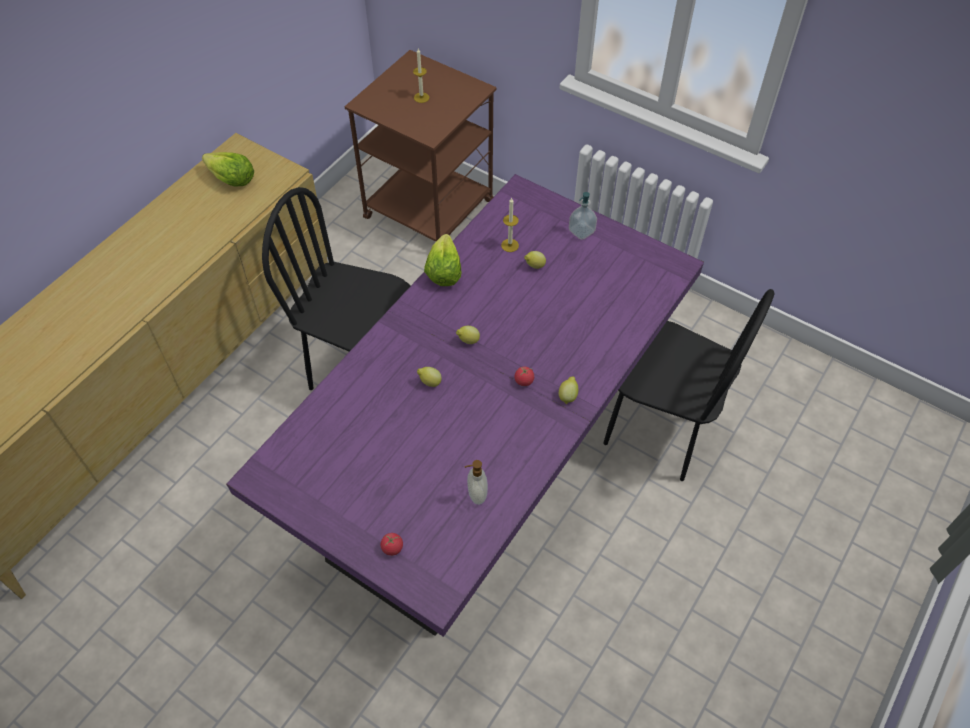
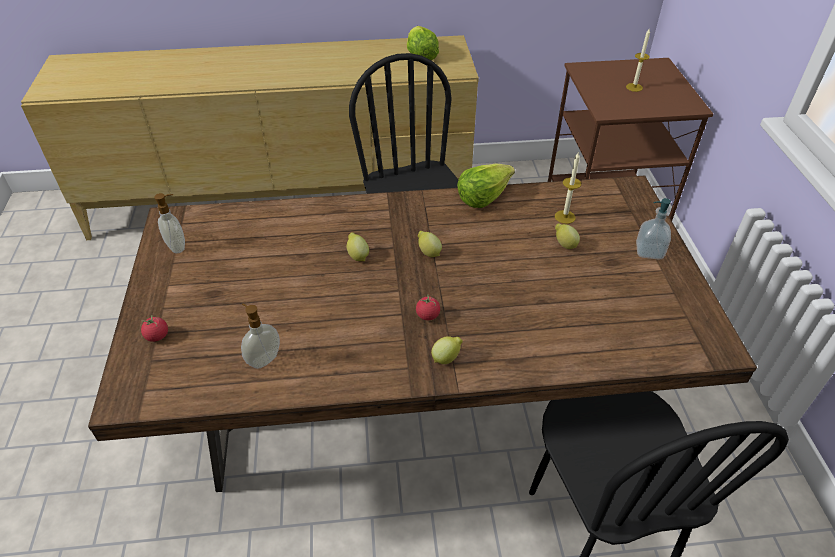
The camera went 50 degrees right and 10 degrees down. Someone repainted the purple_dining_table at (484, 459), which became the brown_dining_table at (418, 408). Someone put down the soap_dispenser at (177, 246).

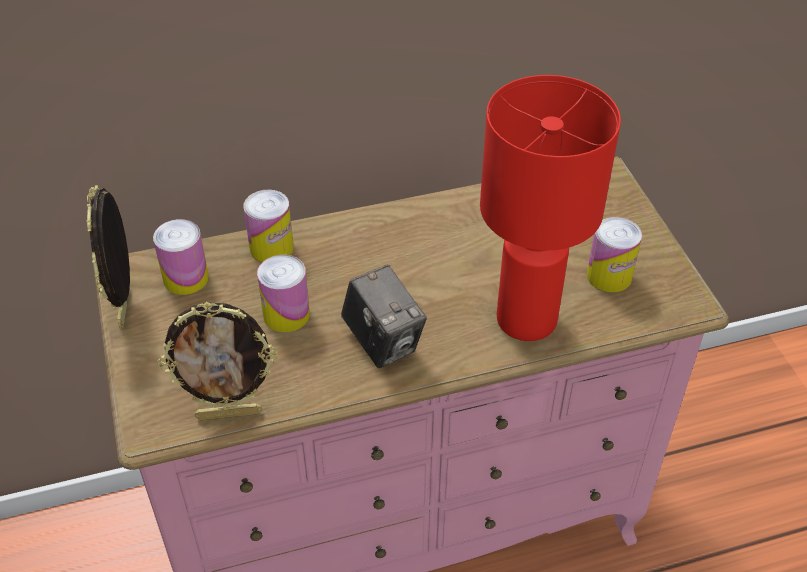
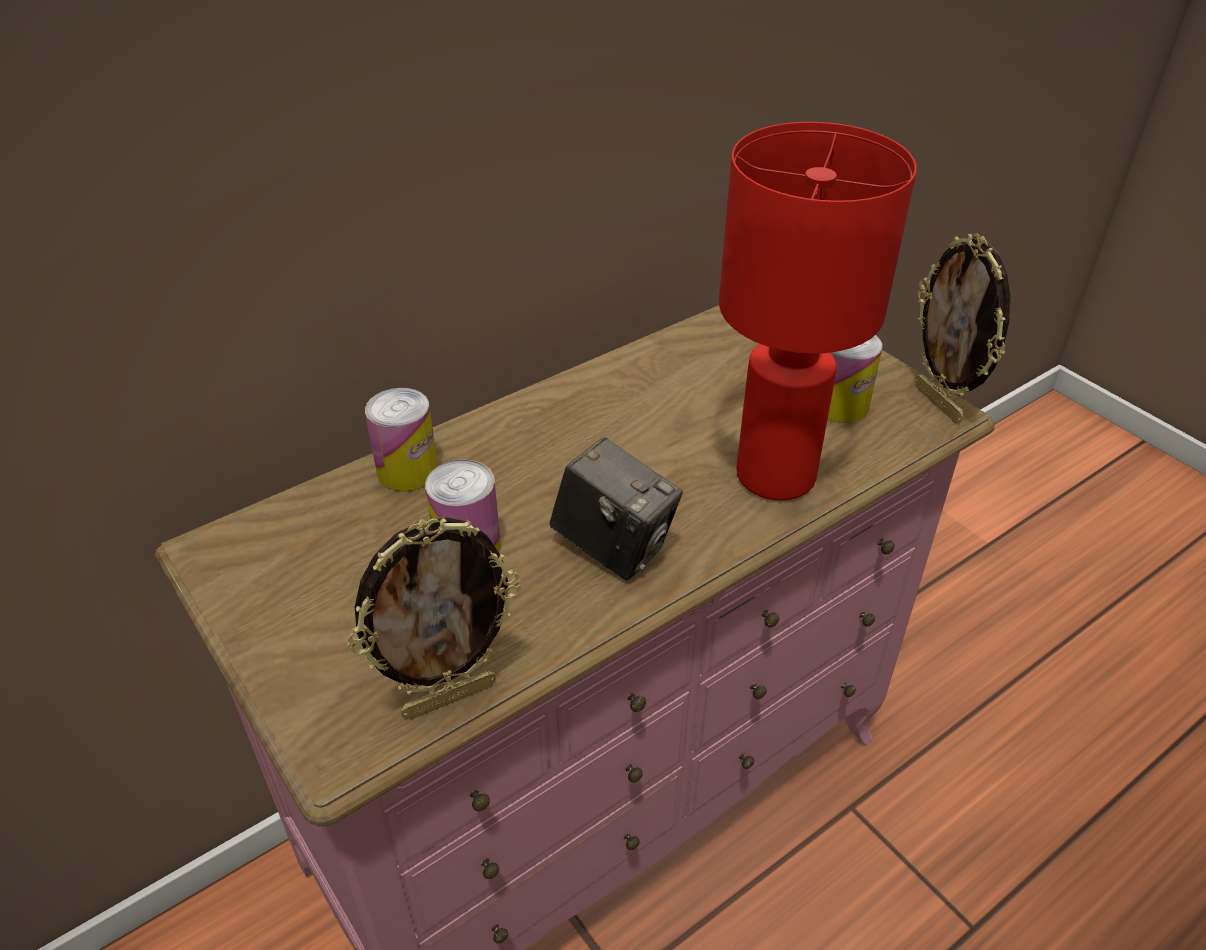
The camera went 20 degrees left and 5 degrees down. Someone carried the picture_frame from (127, 308) to (939, 403). Someone took away the can at (186, 278).

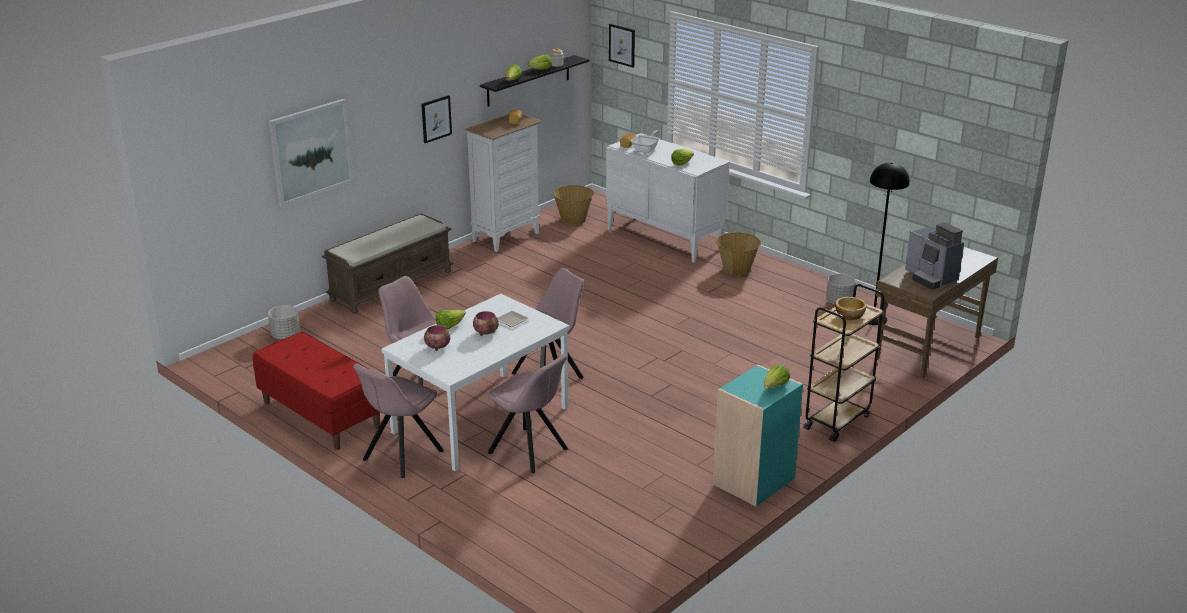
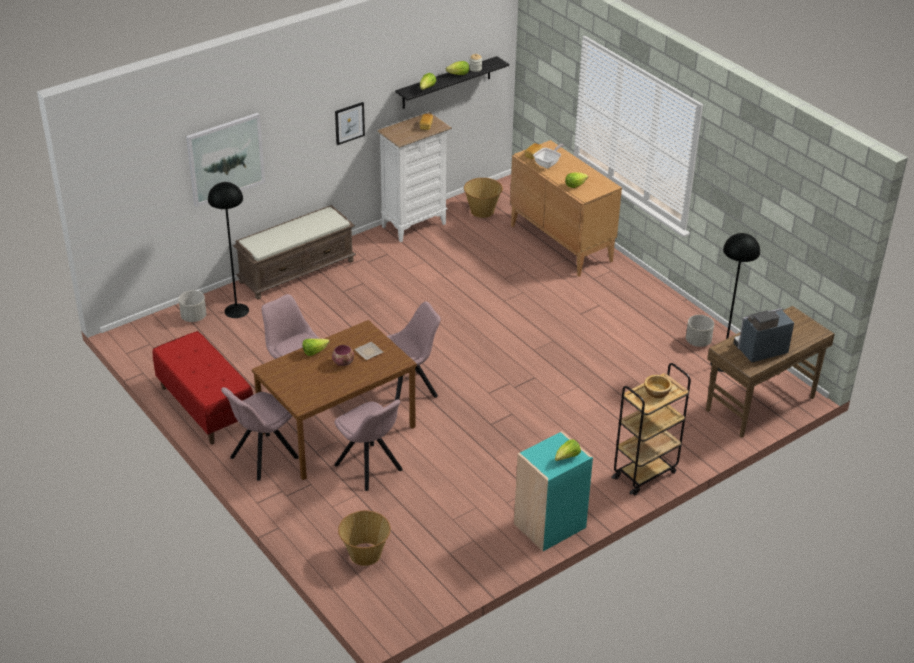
The camera went 10 degrees right and 10 degrees up. Someone put down the black_floor_lamp at (236, 310). Someone repainted the white_dining_table at (480, 420), which became the brown_dining_table at (337, 430). Someone carried the basket from (736, 270) to (365, 554). Someone repainted the white_cabinet at (664, 238), which became the brown_cabinet at (561, 243). Someone rotated the coffee_machine at (930, 278) by 90 degrees clockwise. Someone took away the bowl at (438, 347). Someone took away the picture at (622, 45).

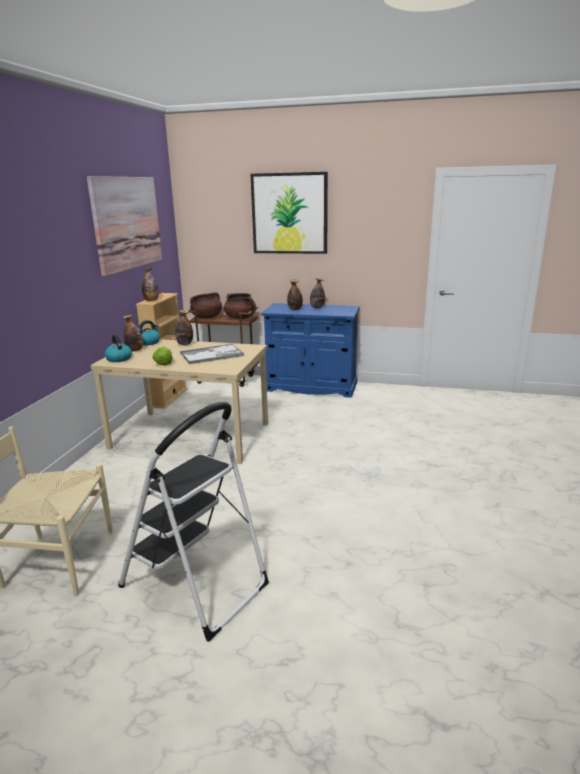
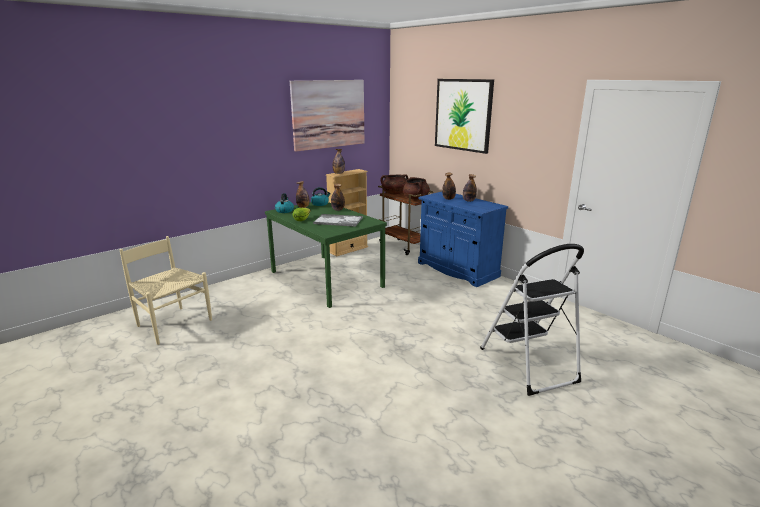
The camera went 35 degrees right and 0 degrees up. Someone repainted the beige_dining_table at (192, 435), which became the green_dining_table at (327, 279). Someone carried the step_ladder from (196, 587) to (528, 366).

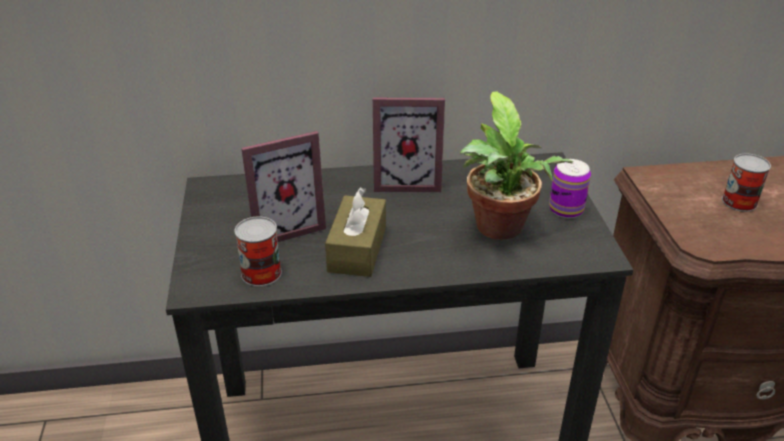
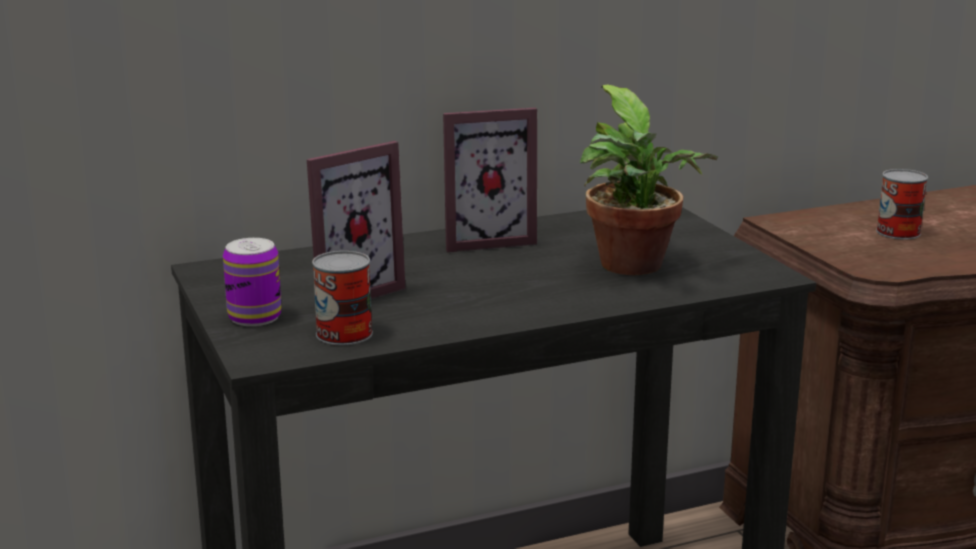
The camera went 15 degrees left and 15 degrees down. Someone carried the can from (566, 209) to (254, 317). Someone took away the brown_tissue_box at (357, 249).

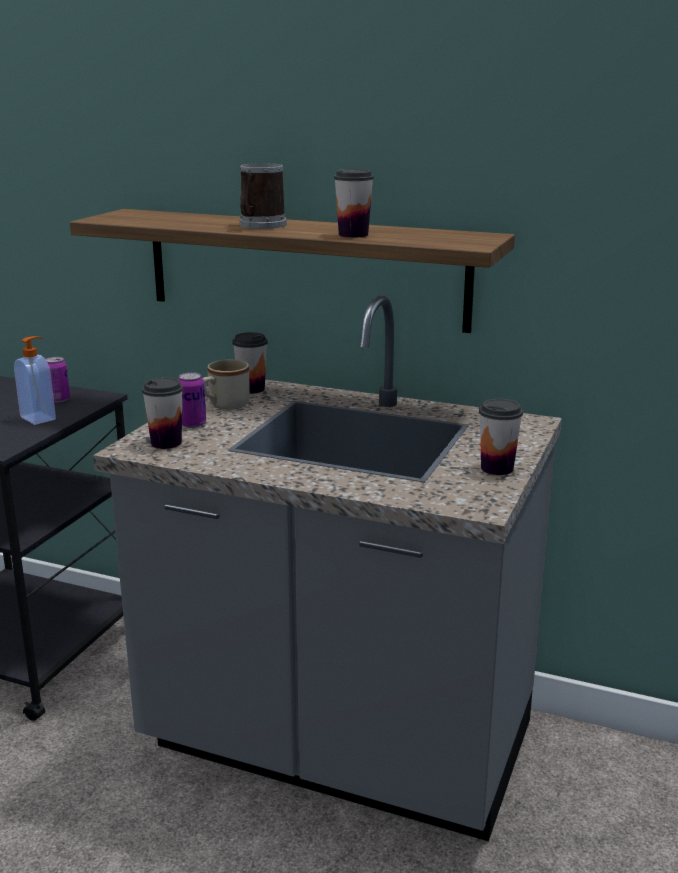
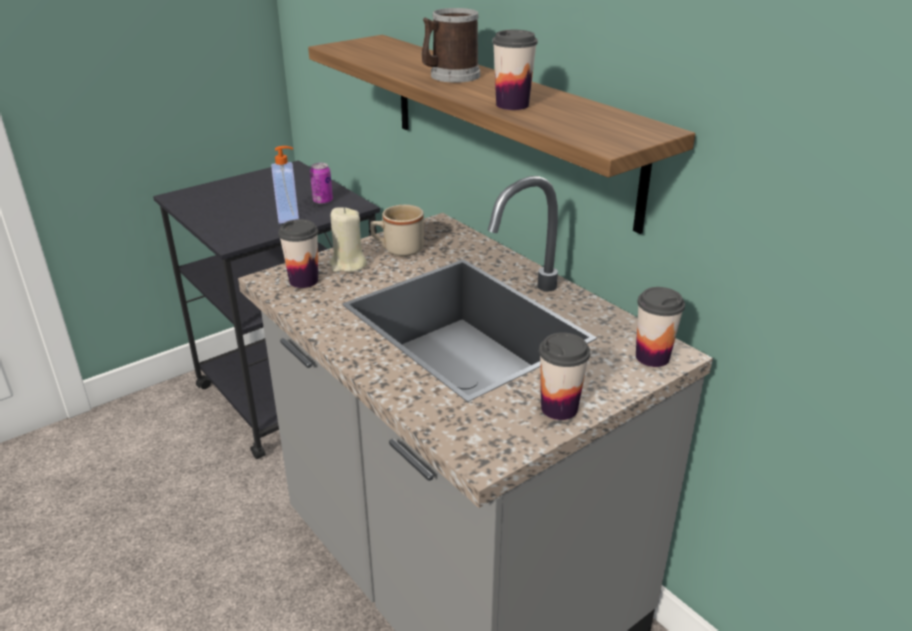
The camera went 30 degrees right and 10 degrees up. Someone swapped the can at (192, 424) for the beige_candle at (348, 265). Someone carried the cup from (251, 389) to (652, 357).

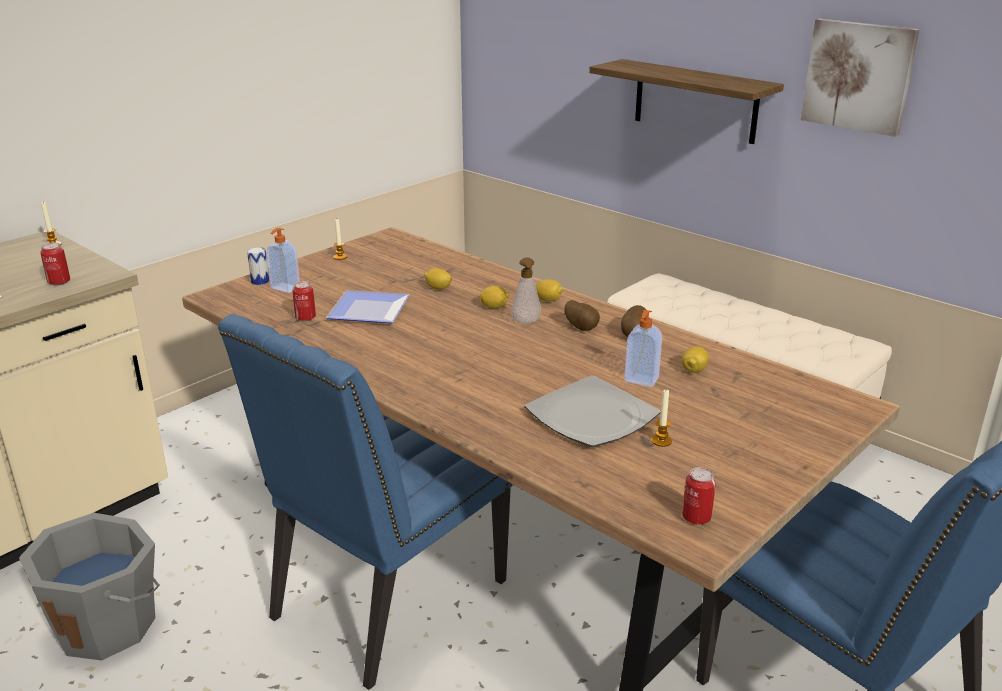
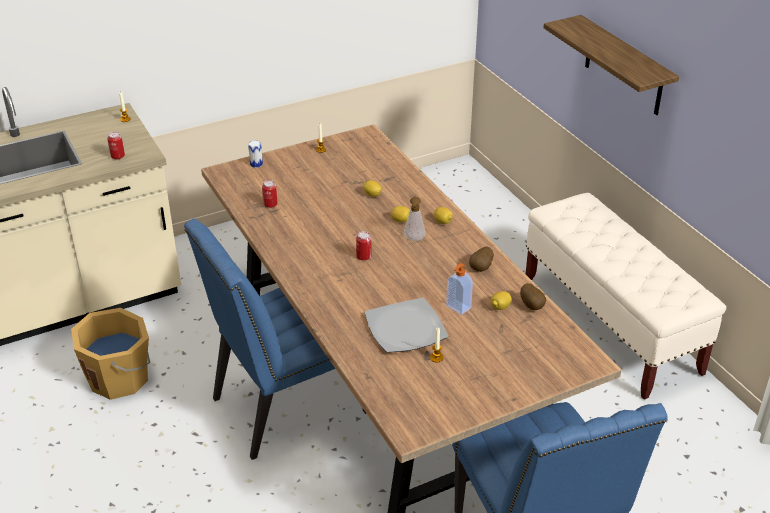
The camera went 20 degrees right and 10 degrees up. Someone repainted the grey_bucket at (108, 625), which became the orange_bucket at (120, 378). Someone carried the can from (696, 517) to (364, 257). Someone carried the potato from (582, 328) to (532, 306). Someone took away the soap_dispenser at (284, 288). Someone took away the plate at (367, 309). Someone took away the picture at (859, 76).

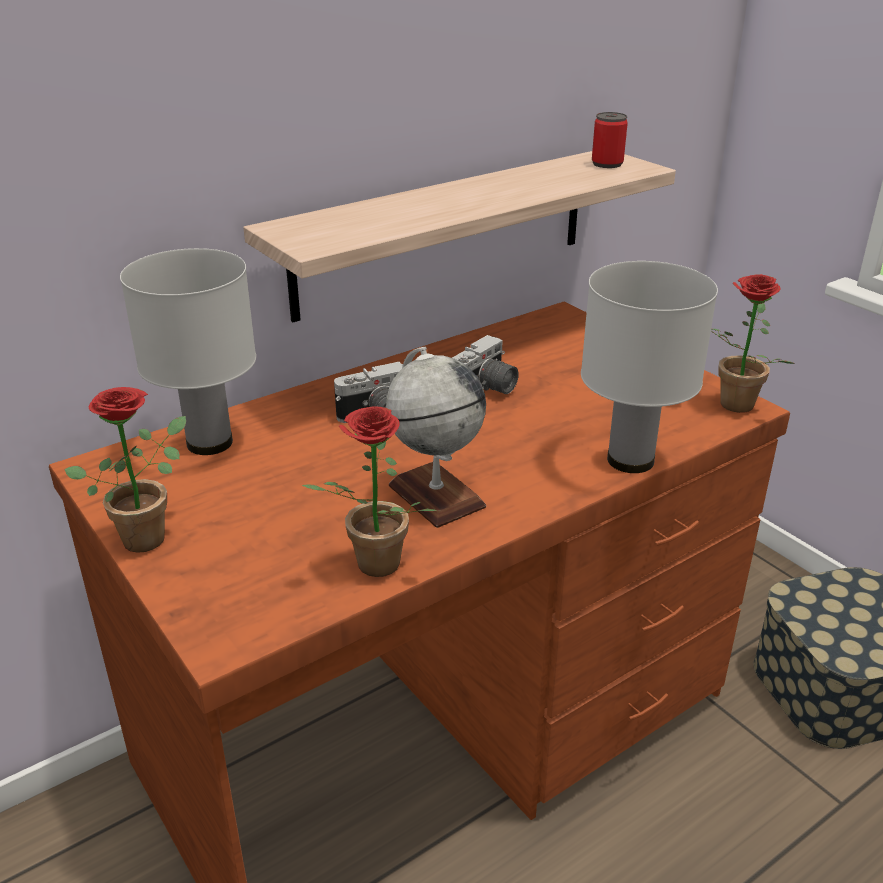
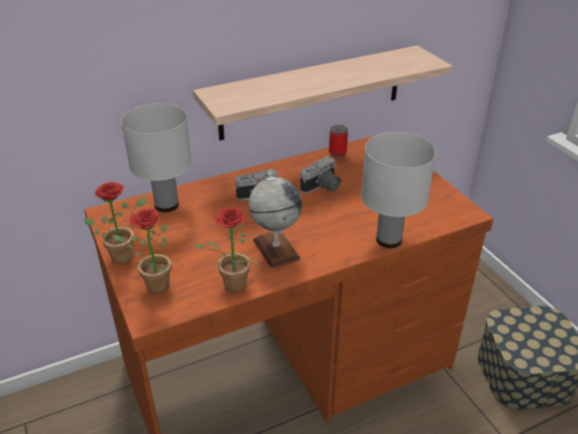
The camera went 10 degrees right and 5 degrees up. Someone carried the potted_plant from (730, 406) to (152, 287). Someone carried the can from (607, 164) to (337, 152).

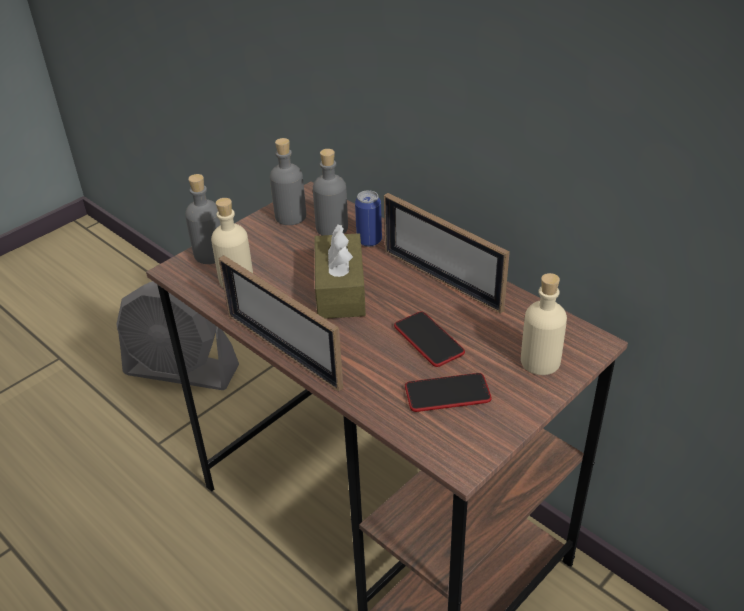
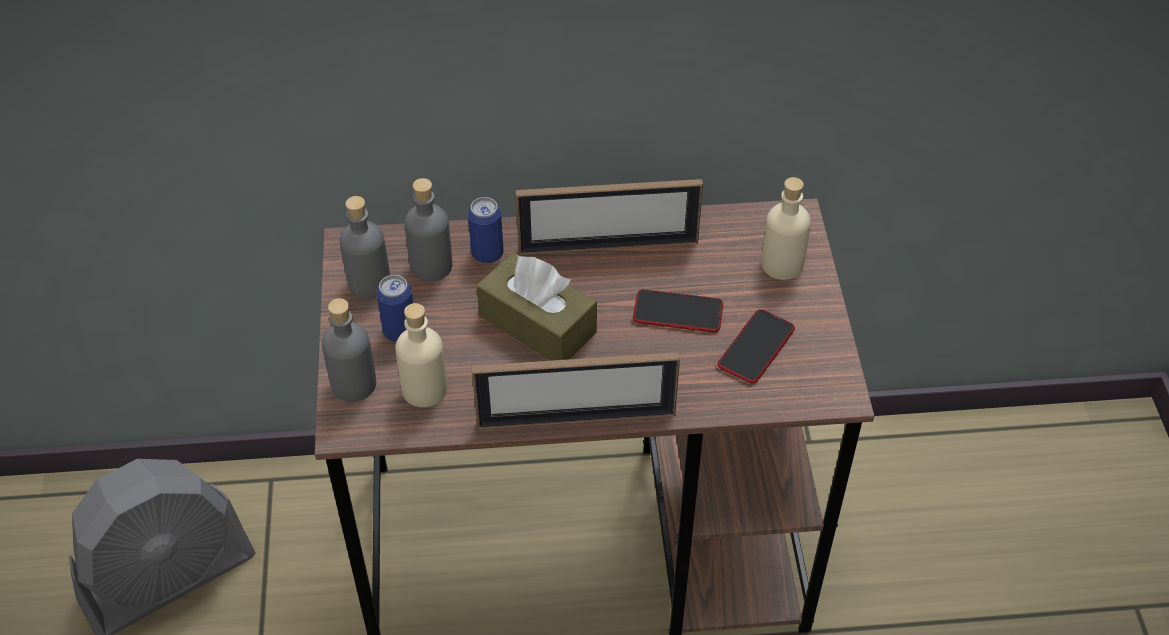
The camera went 50 degrees left and 10 degrees up. Someone put down the can at (400, 331).

